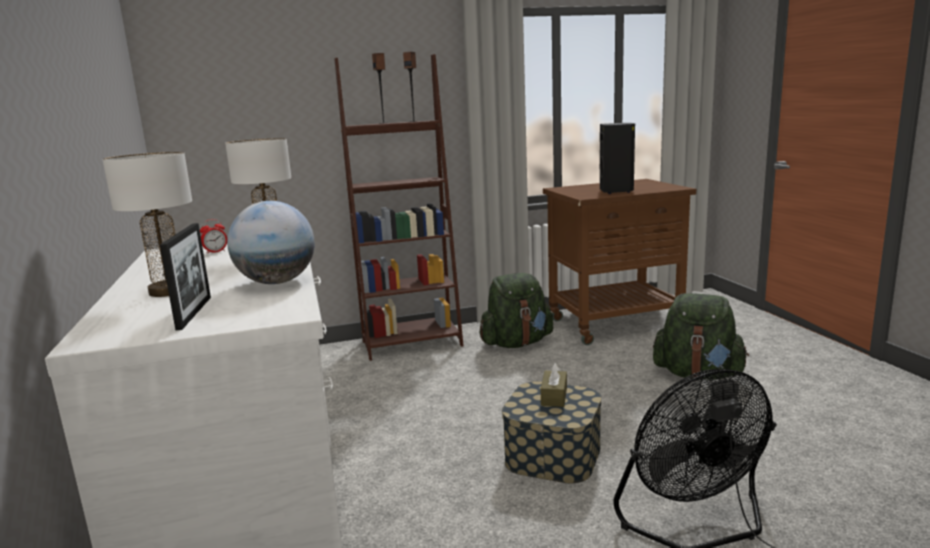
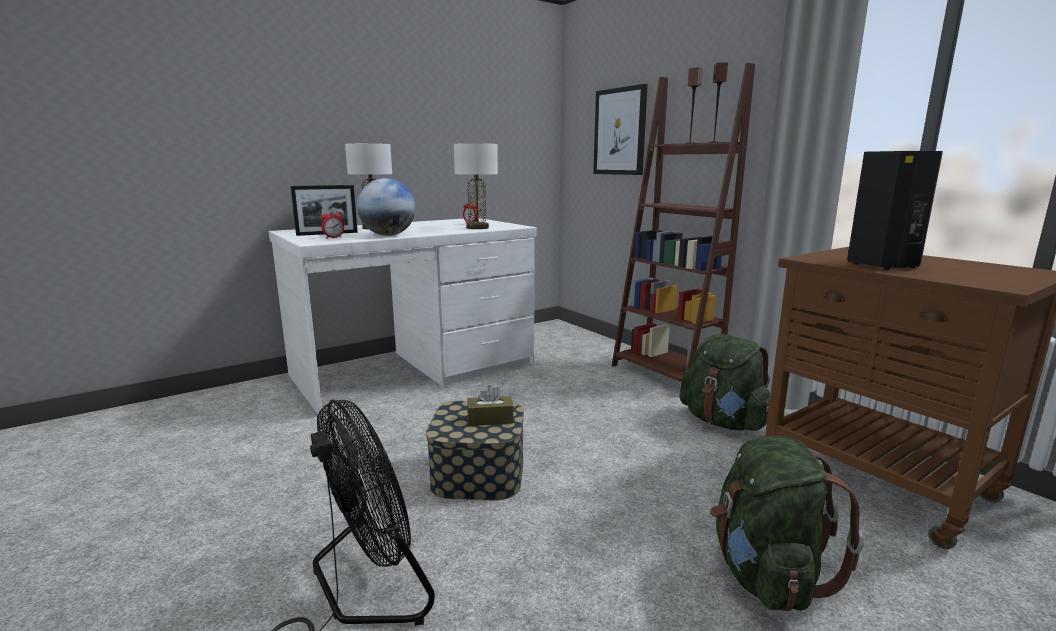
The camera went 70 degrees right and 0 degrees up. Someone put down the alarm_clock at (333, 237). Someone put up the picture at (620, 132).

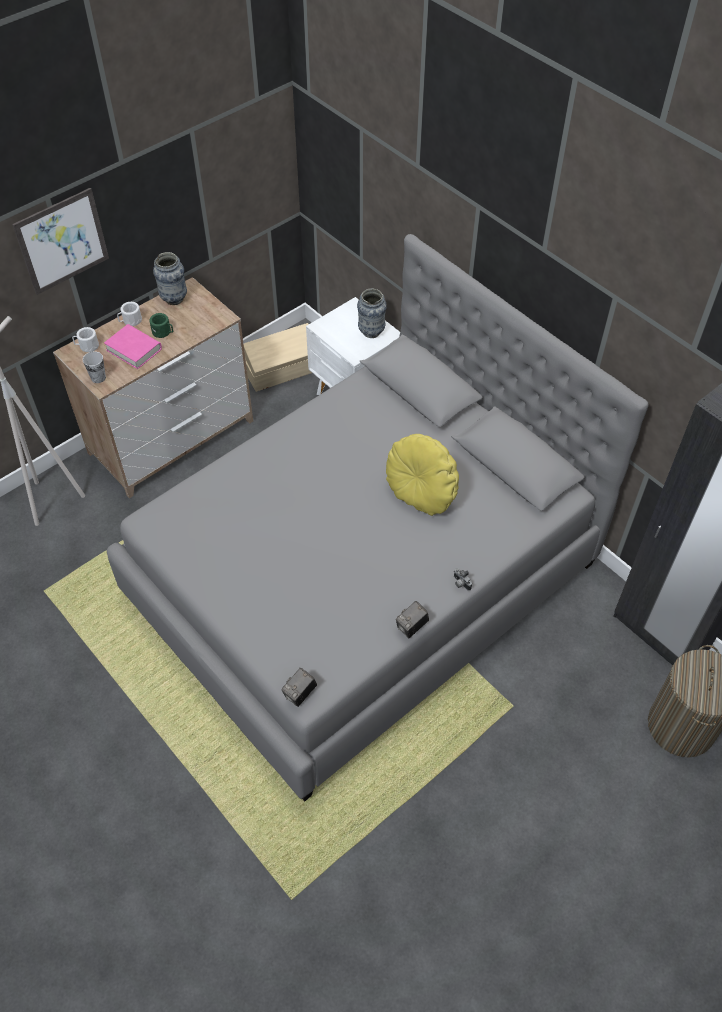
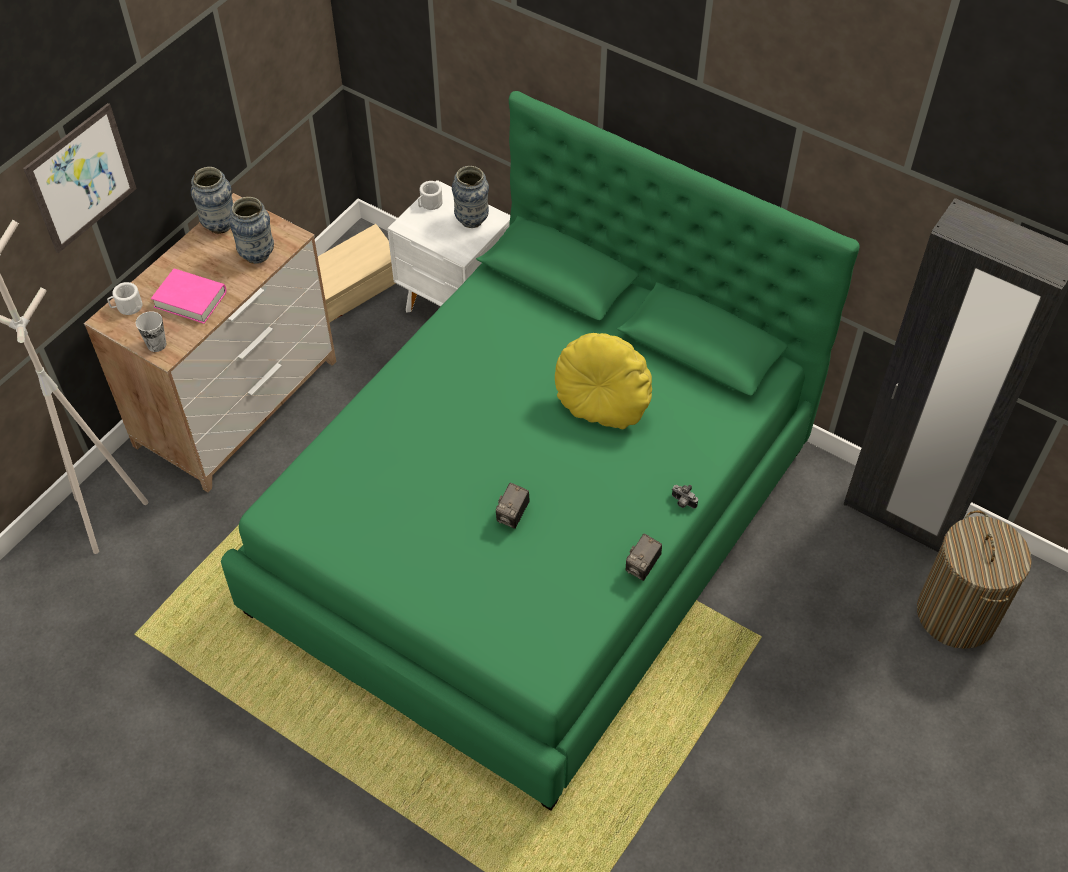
The camera went 15 degrees left and 0 degrees up. Someone repainted the grey_bed at (362, 579), which became the green_bed at (535, 528). Someone put down the vase at (257, 255). Someone carried the white_mug from (130, 321) to (429, 204). Someone carried the photo_camera from (300, 694) to (513, 515). Someone took away the green_mug at (163, 332).

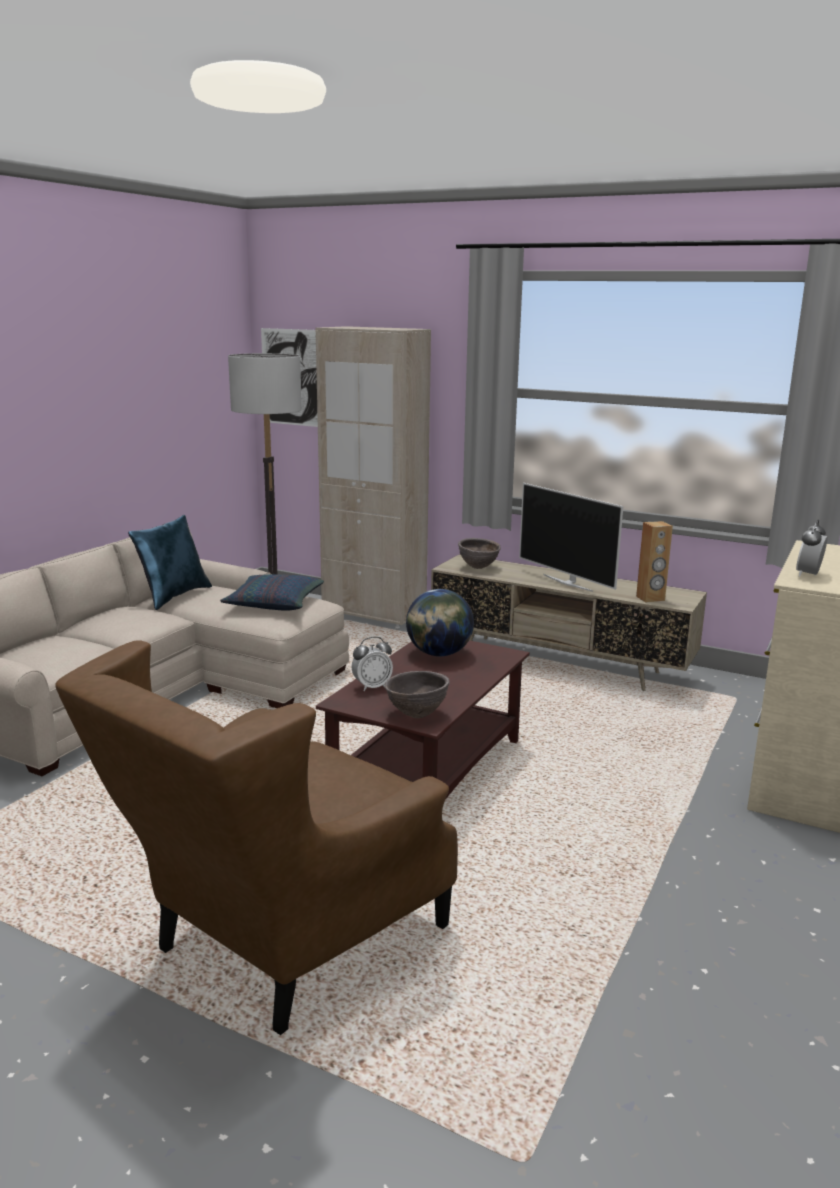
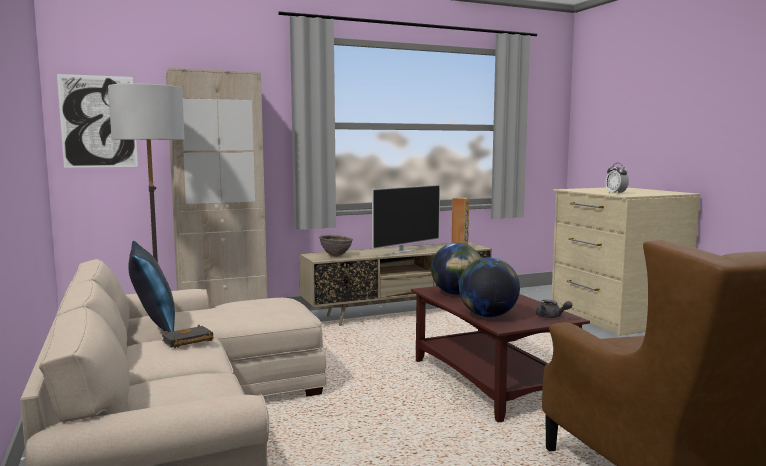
The camera went 50 degrees left and 10 degrees down. Someone put down the black_book at (187, 341). Someone rotated the television at (568, 583) by 45 degrees counterclockwise. Someone swapped the alarm_clock at (372, 687) for the globe at (488, 316). Someone swapped the brown_bowl at (416, 715) for the grey_teapot at (551, 317). Someone took away the blue_pillow at (274, 603).

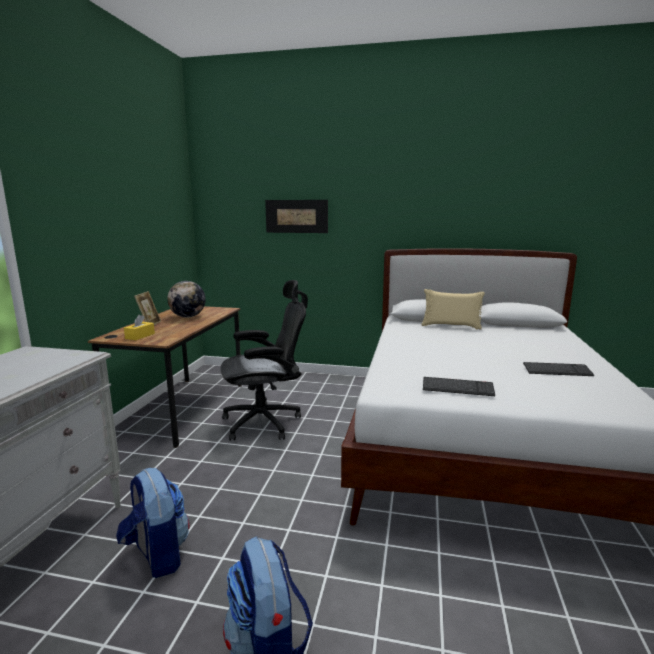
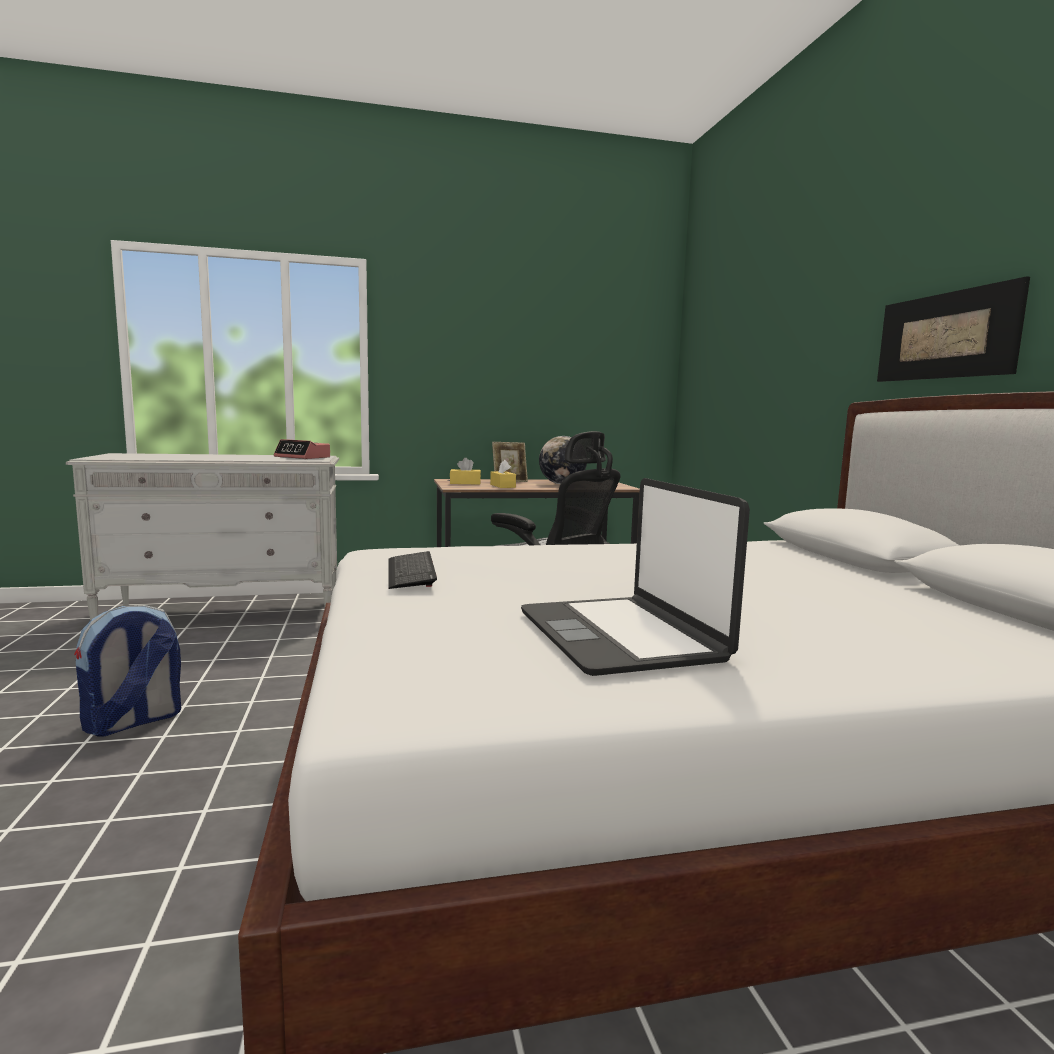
The camera went 65 degrees right and 5 degrees down. Someone put down the alarm_clock at (302, 457). Someone put down the yellow_tissue_box at (502, 486). Someone swapped the keyboard at (557, 371) for the laptop at (621, 636). Someone carried the picture from (296, 216) to (945, 336). Someone took away the backpack at (157, 555). Someone took away the beige_pillow at (451, 326).

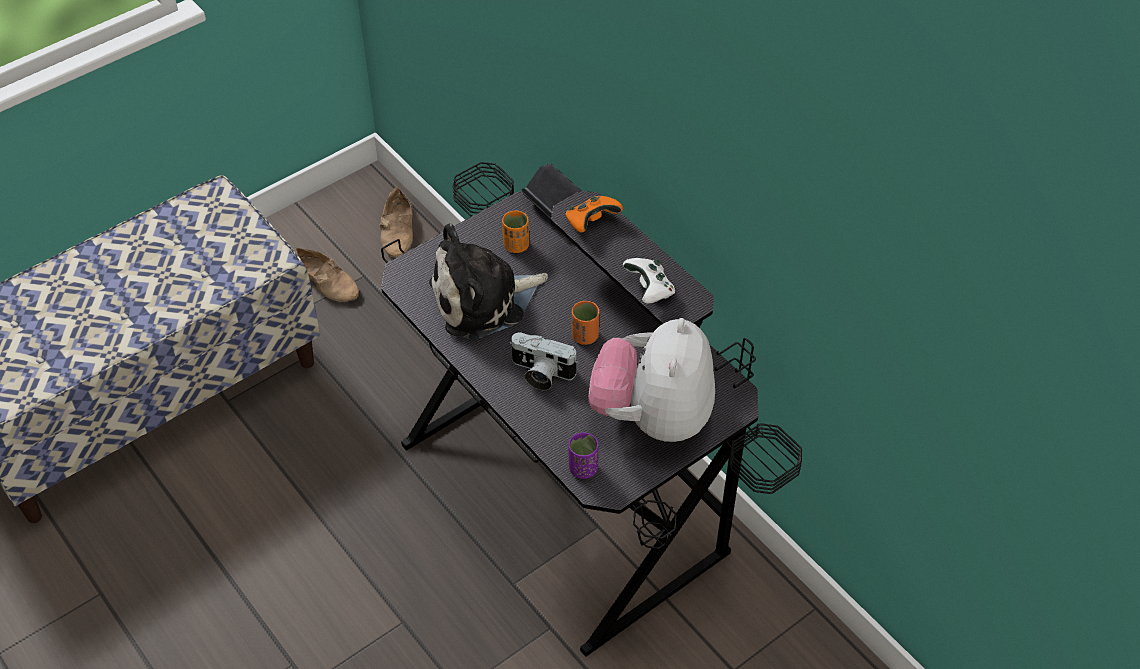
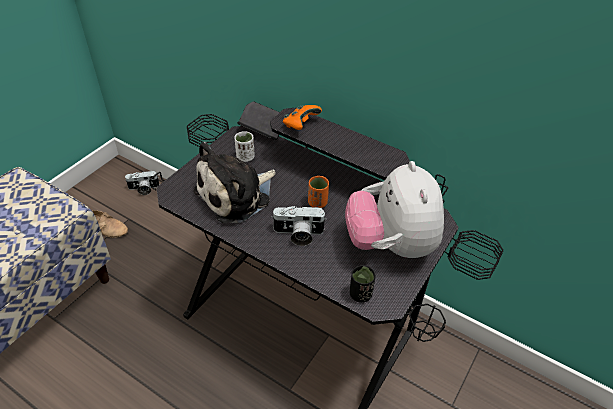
The camera went 20 degrees left and 5 degrees down. Someone swapped the beige_shoe at (400, 231) for the photo_camera at (143, 189). Someone repainted the orange_cup at (516, 245), which became the white_cup at (245, 157). Someone repainted the purple_cup at (583, 468), which became the black_cup at (360, 294). Someone took away the white_game_controller at (650, 290).

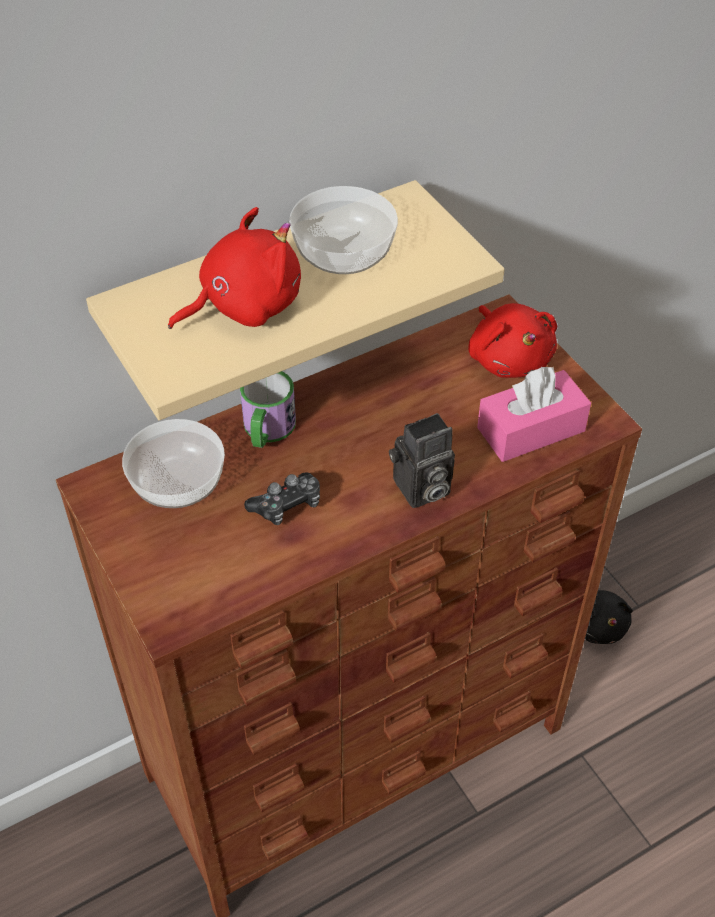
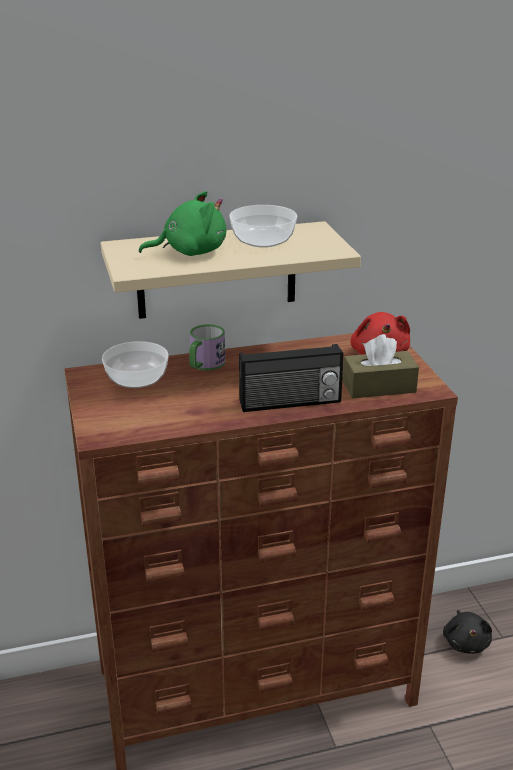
The camera went 15 degrees right and 20 degrees down. Someone repainted the red_plush_toy at (244, 305), which became the green_plush_toy at (190, 252). Someone swapped the photo_camera at (420, 490) for the radio at (290, 403). Someone repainted the pink_tissue_box at (531, 429), which became the brown_tissue_box at (379, 387). Someone took away the game_controller at (287, 505).

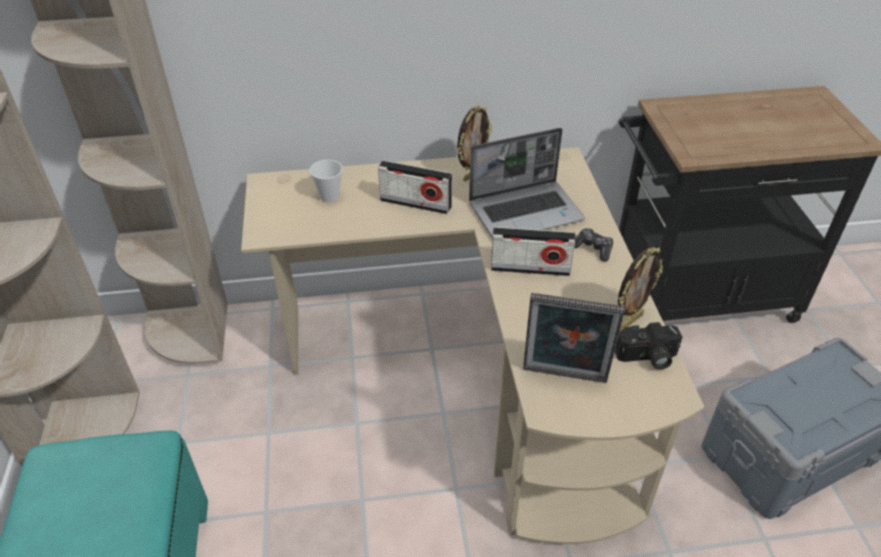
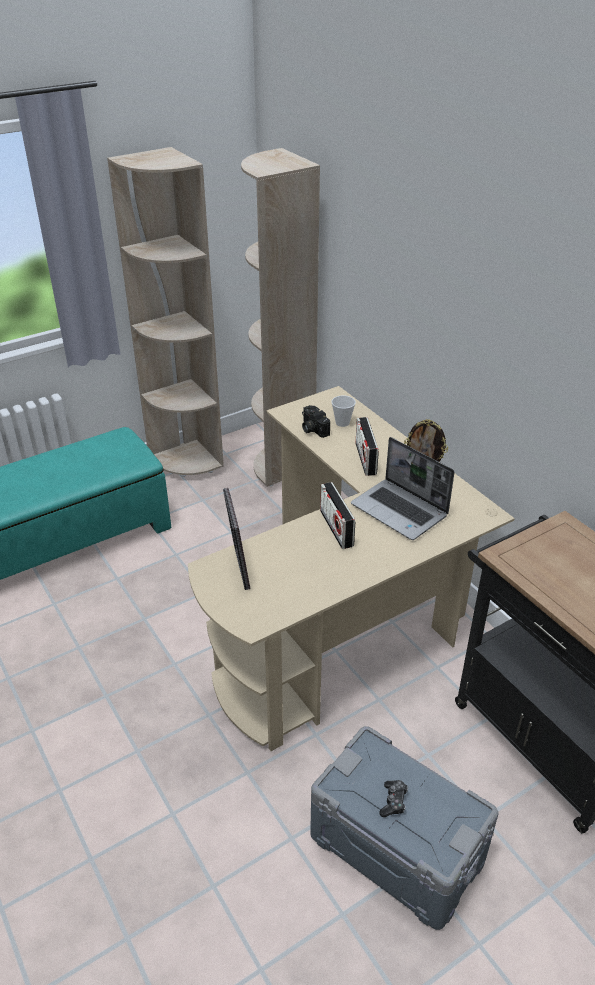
The camera went 65 degrees right and 5 degrees down. Someone carried the photo_camera from (647, 358) to (312, 429). Someone carried the game_controller from (593, 249) to (393, 801). Someone took away the picture_frame at (630, 321).

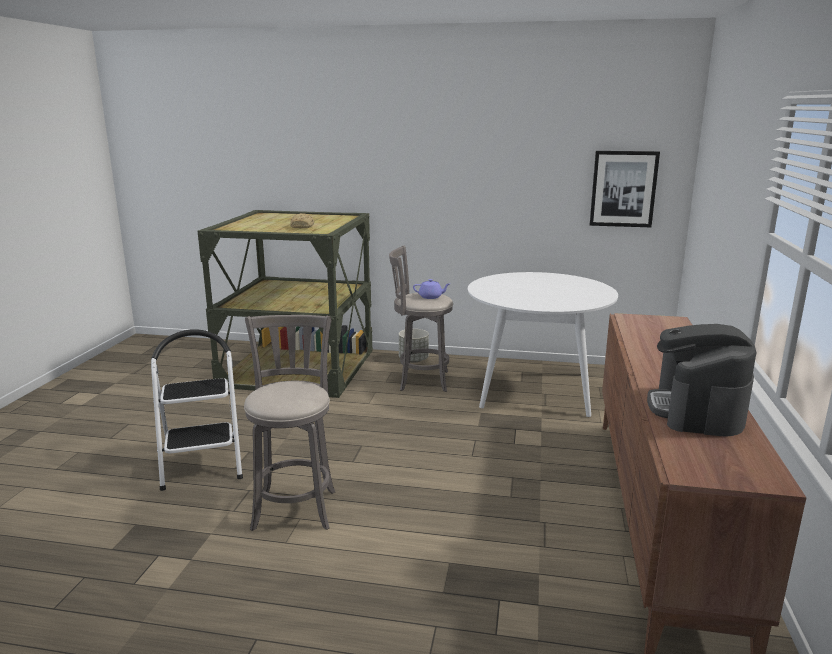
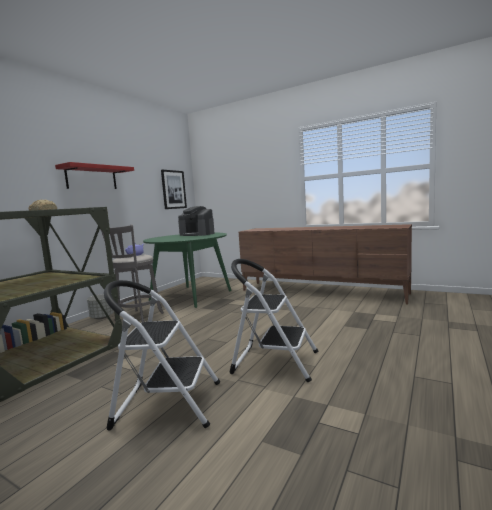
The camera went 70 degrees left and 10 degrees down. Someone put up the red_shelf at (91, 178). Someone repainted the white_dining_table at (535, 390), which became the green_dining_table at (191, 296). Someone carried the coffee_machine from (696, 410) to (197, 234). Someone swapped the grey_stool at (295, 507) for the step_ladder at (272, 362).

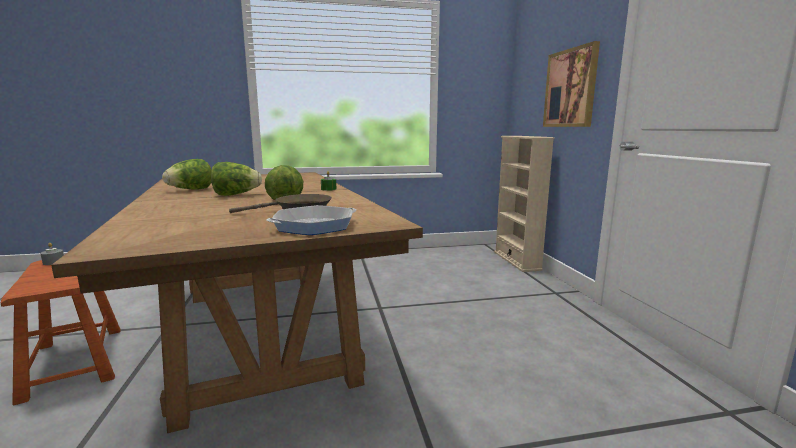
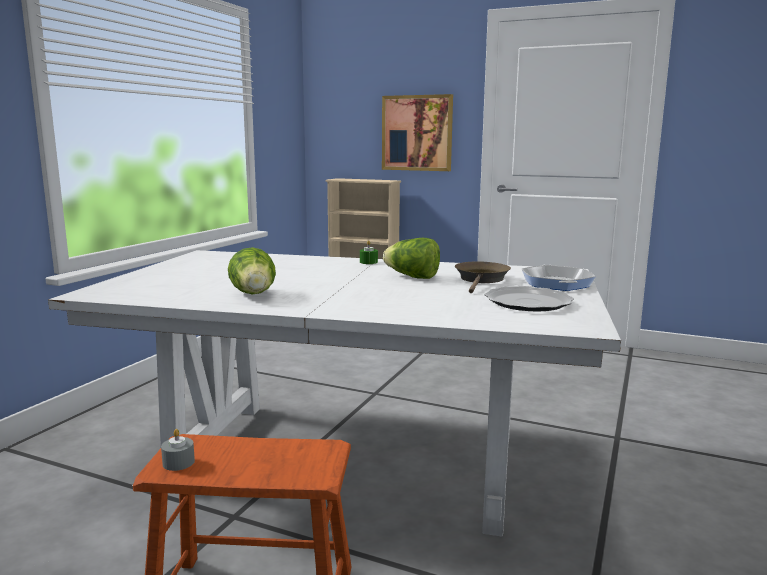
The camera went 55 degrees left and 0 degrees up. Someone repainted the brown_dining_table at (262, 334), which became the white_dining_table at (352, 460). Someone put down the plate at (527, 302). Someone took away the lettuce at (236, 194).

